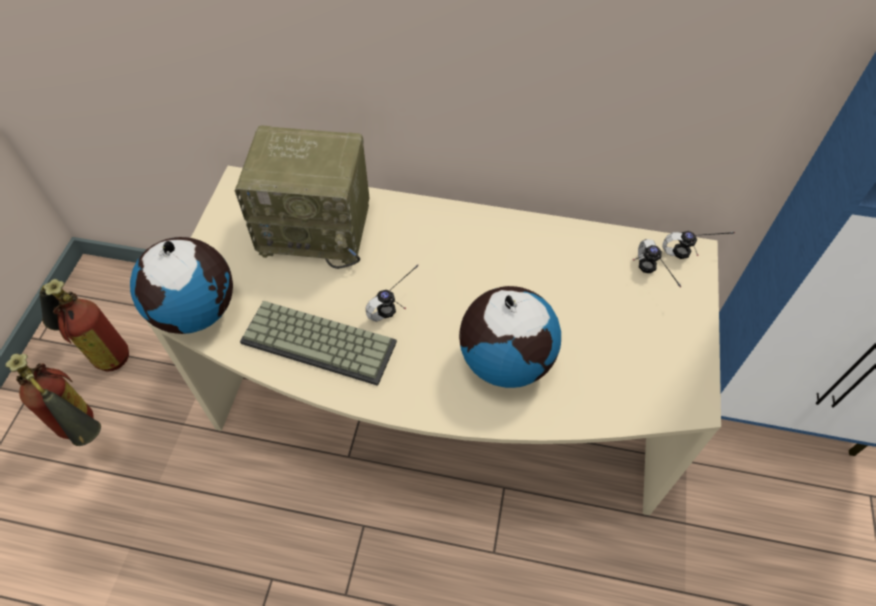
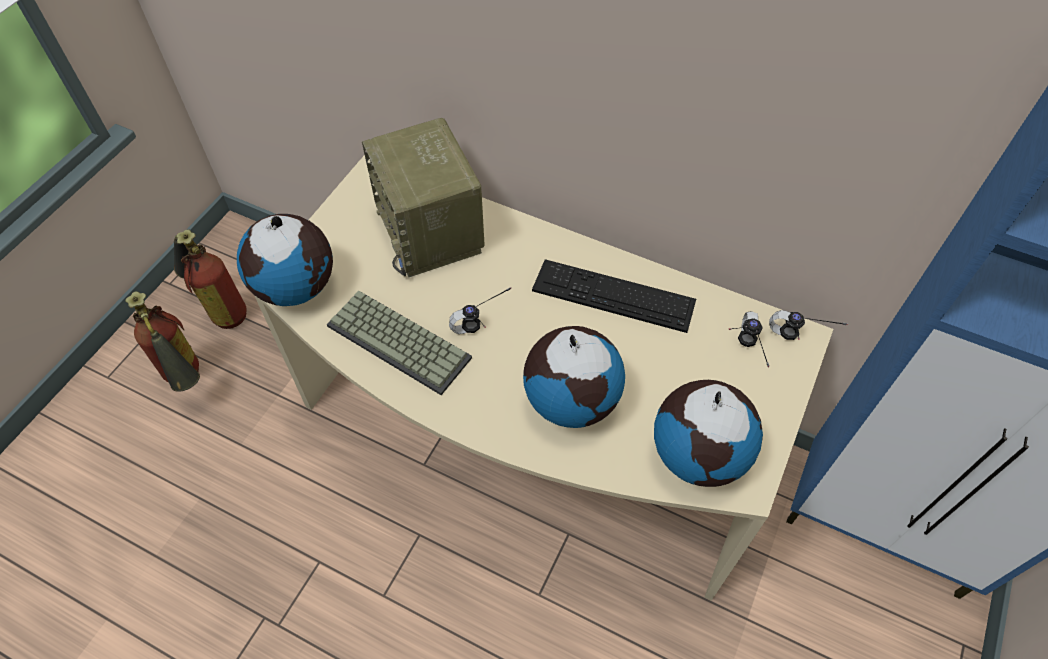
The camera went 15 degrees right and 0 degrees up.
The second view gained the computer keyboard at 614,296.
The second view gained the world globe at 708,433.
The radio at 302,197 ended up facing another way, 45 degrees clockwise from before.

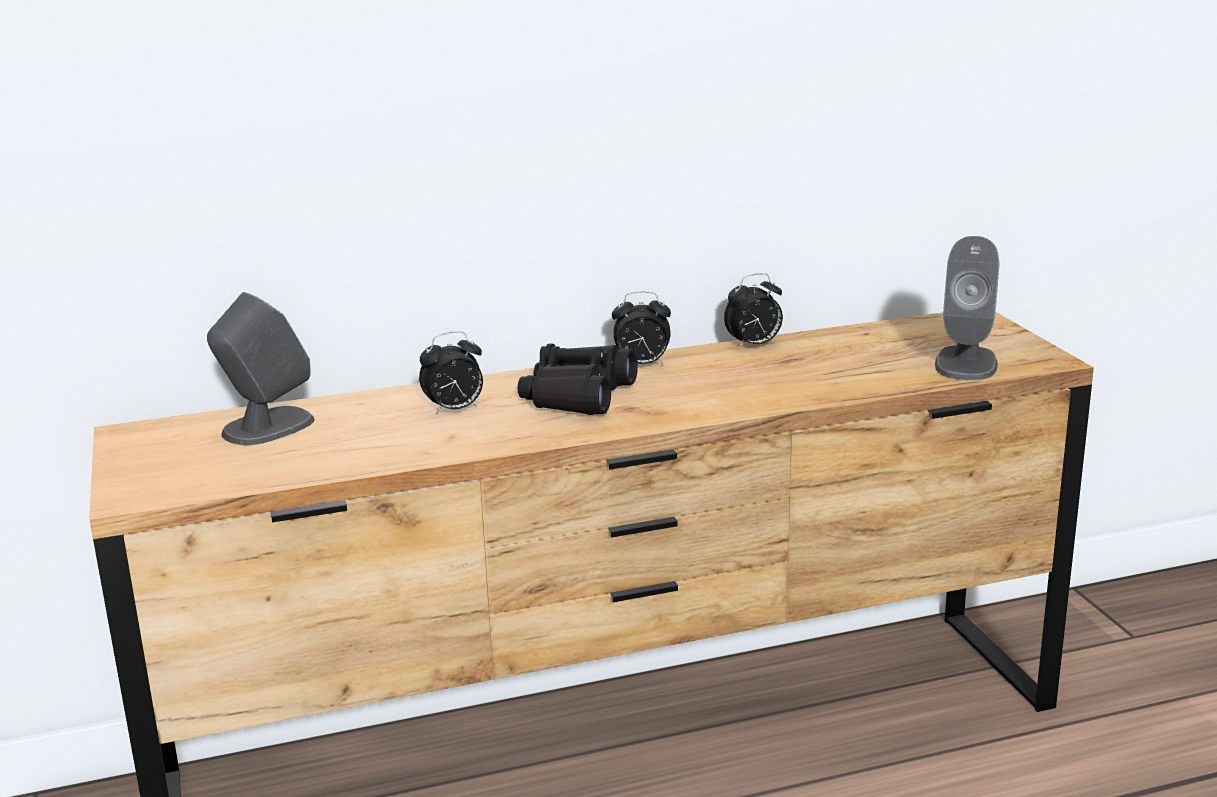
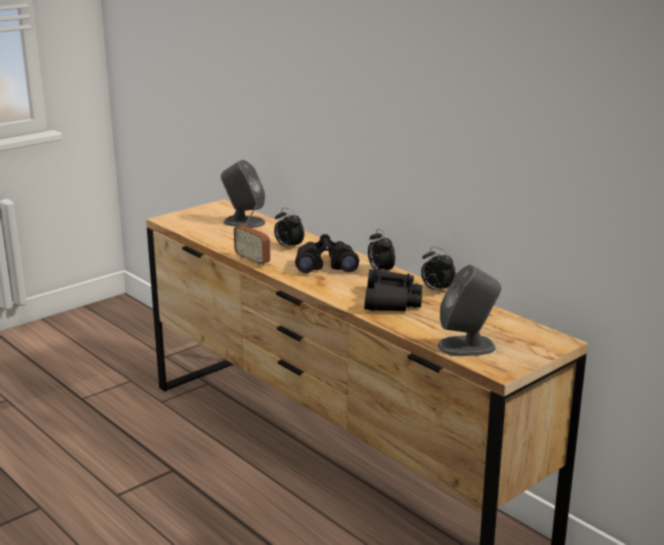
The camera went 65 degrees right and 0 degrees up.
The second view gained the radio at 252,236.
The second view gained the black binoculars at 393,290.

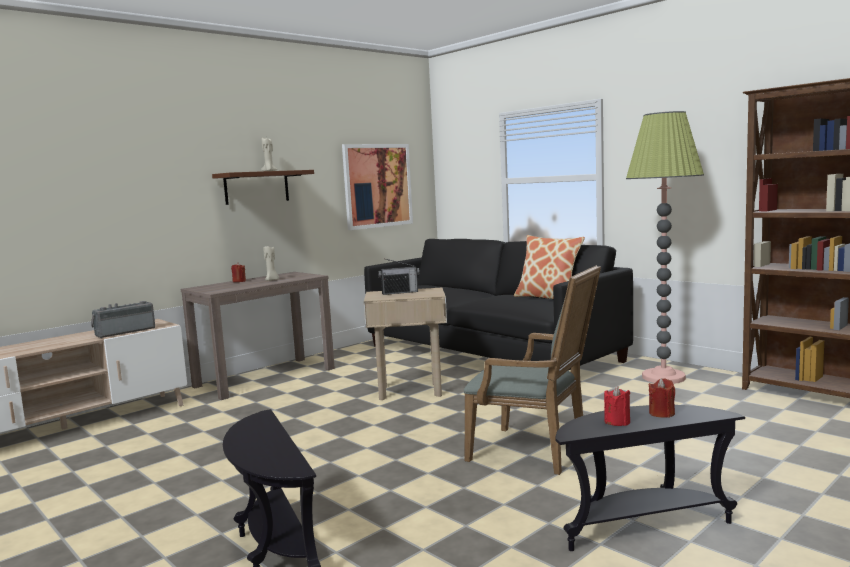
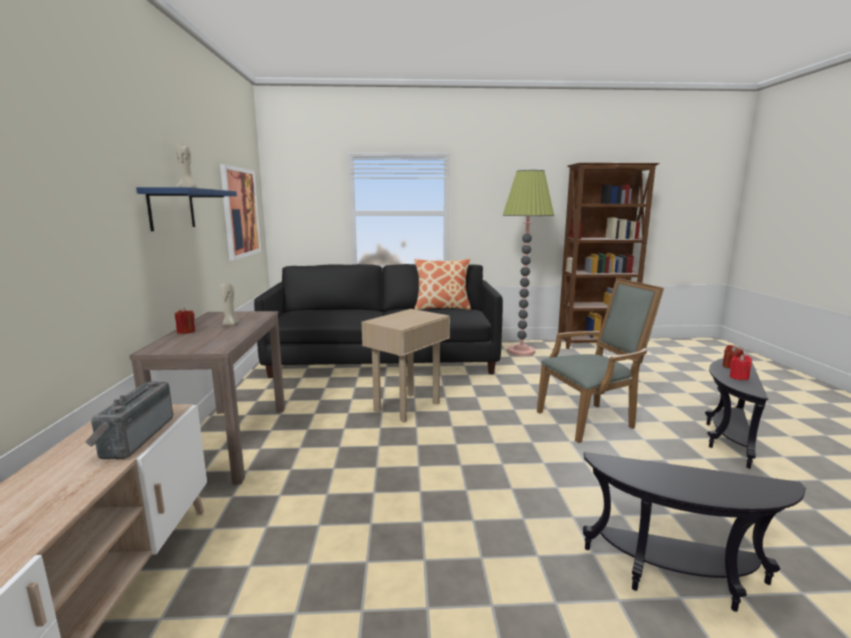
The camera went 50 degrees left and 5 degrees up.
The second view lost the radio at 399,277.
What was the brownish bracket shelf at 263,187 turned into the bluish bracket shelf at 186,209.

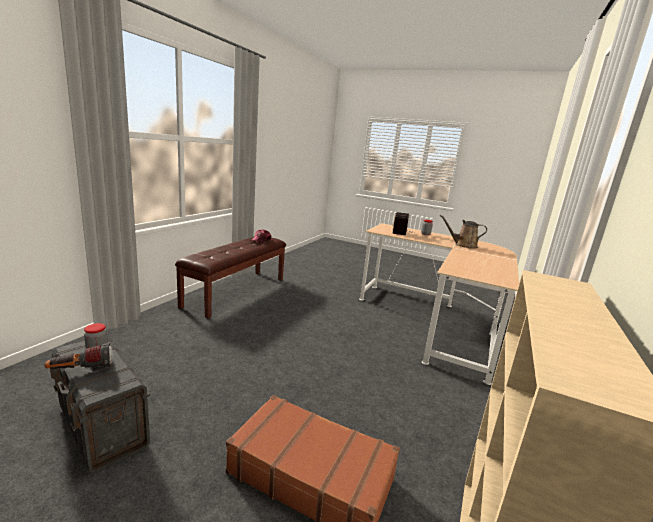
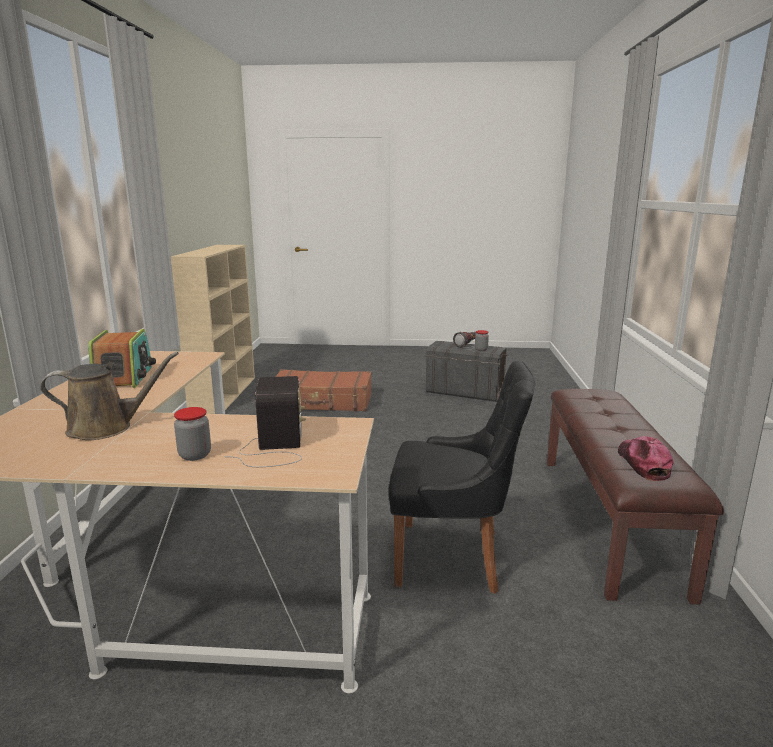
The camera went 160 degrees right and 0 degrees up.
The second view gained the radio at 122,358.
The second view gained the black plain chair at 462,477.

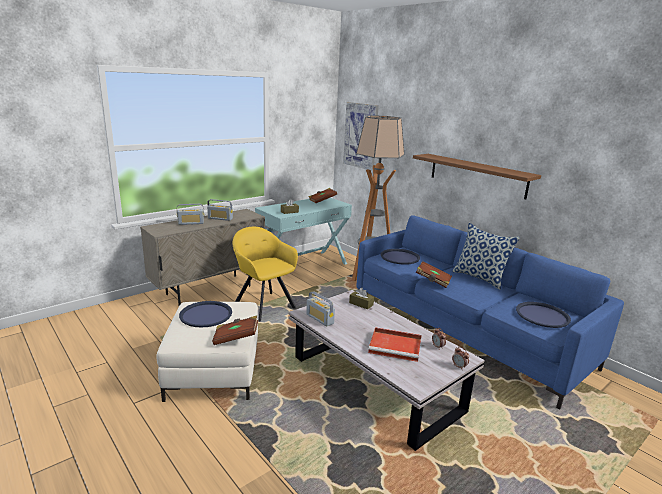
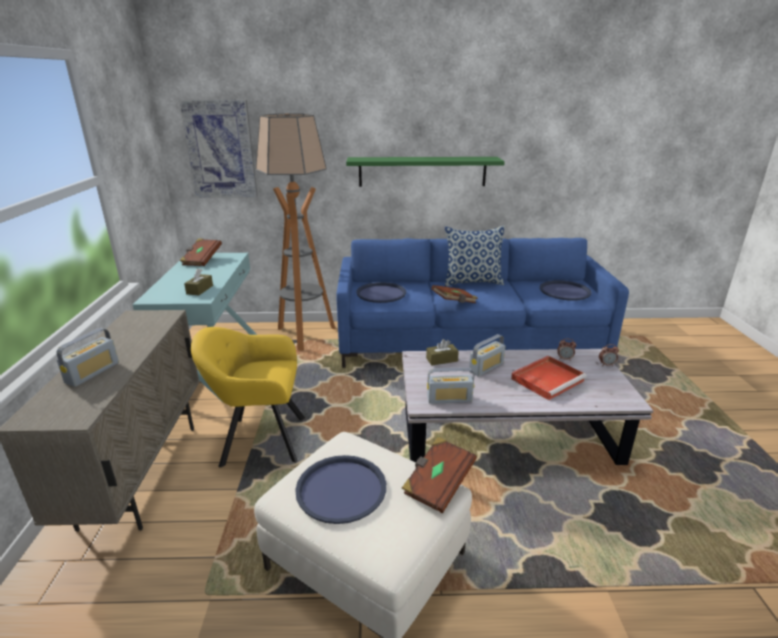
The camera went 50 degrees left and 5 degrees up.
The radio ended up elsewhere, having gone from 220,210 to 487,355.
What was the brownish bracket shelf at 477,176 turned into the green-coloured bracket shelf at 425,172.

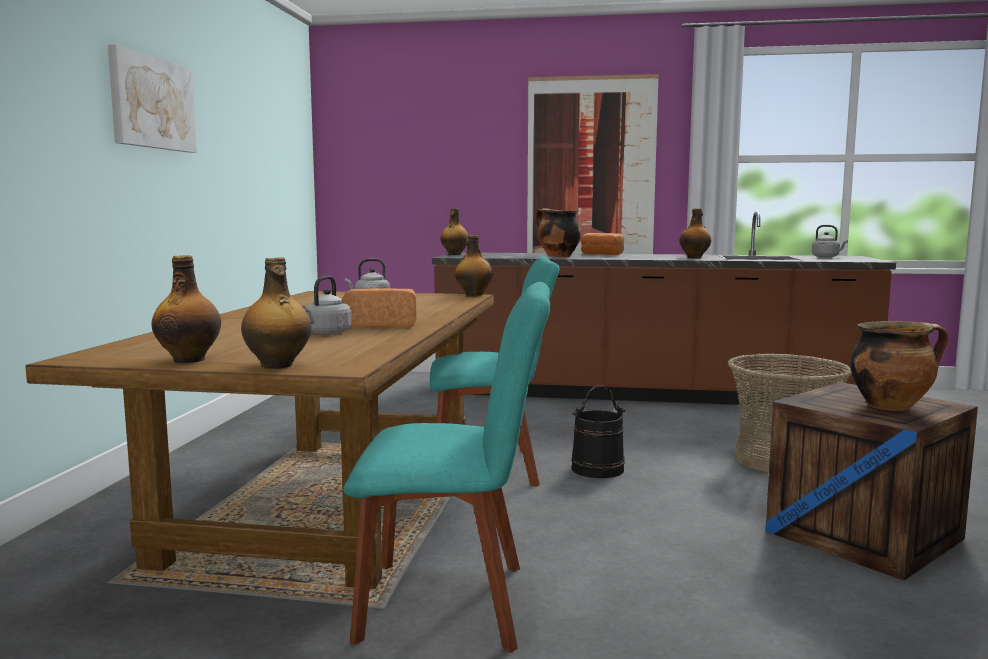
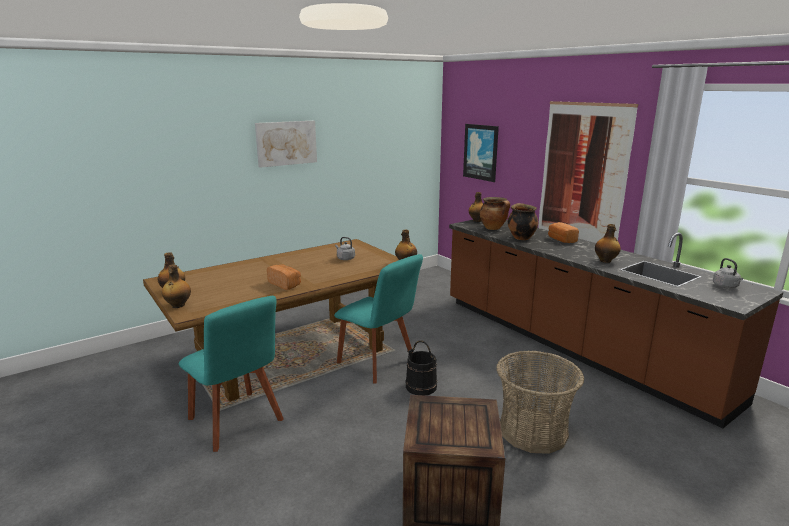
The camera went 45 degrees right and 10 degrees up.
The second view lost the gray kettle at 327,305.
The second view gained the wall art at 481,153.
The cooking pot ended up elsewhere, having gone from 899,366 to 495,213.

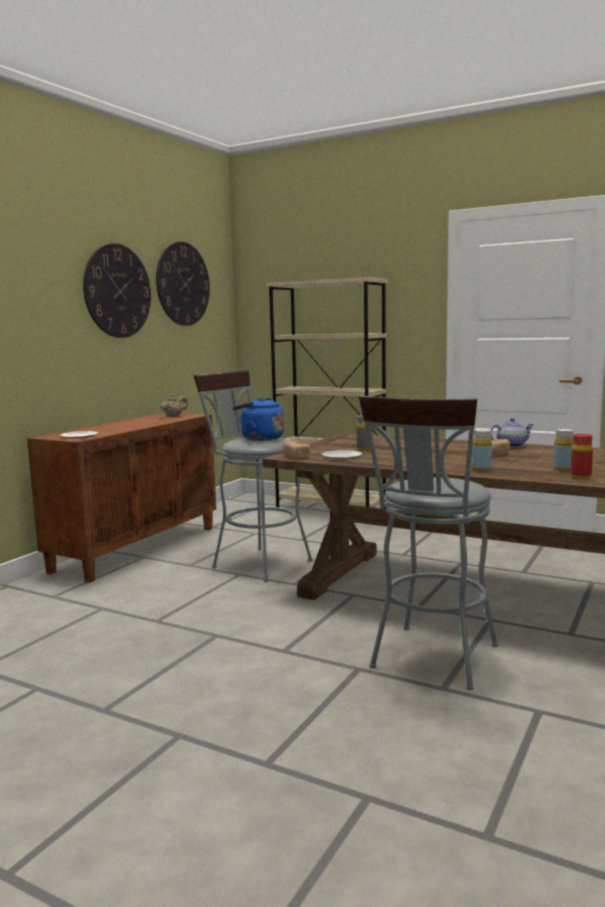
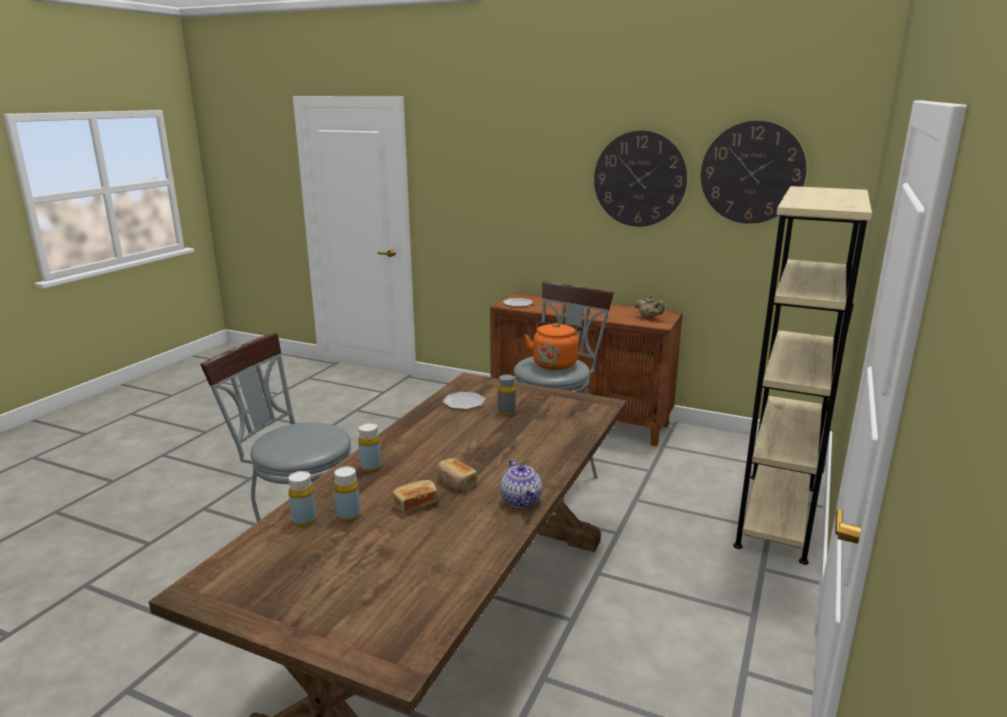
The camera went 85 degrees right and 10 degrees up.
The baked bread ended up elsewhere, having gone from 297,450 to 415,496.
What was the bluish kettle at 258,419 turned into the orange kettle at 553,346.
What was the reddish drink bottle at 582,456 turned into the yellow drink bottle at 302,499.

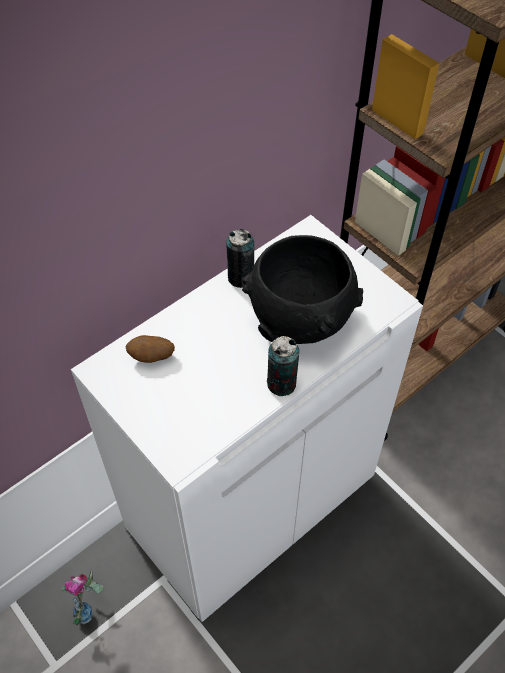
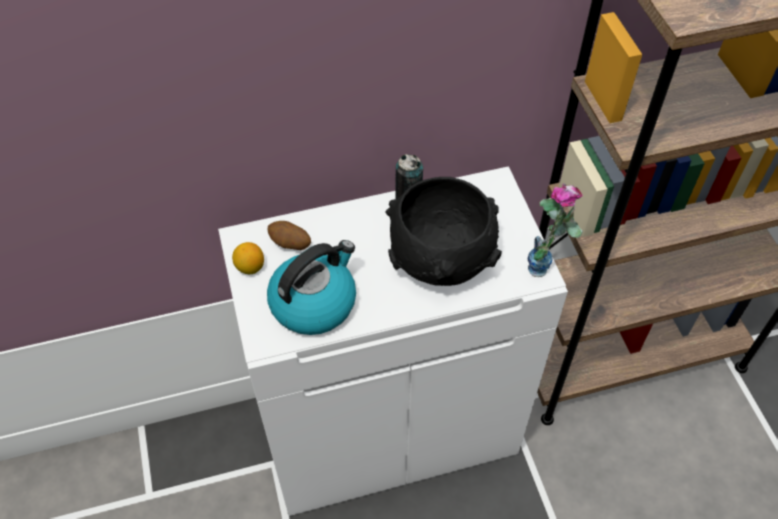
The camera went 25 degrees right and 0 degrees up.
The second view lost the metal can at 283,366.
The second view gained the lemon at 248,258.
The second view gained the kettle at 311,287.
The decorative vase ended up elsewhere, having gone from 82,596 to 555,230.

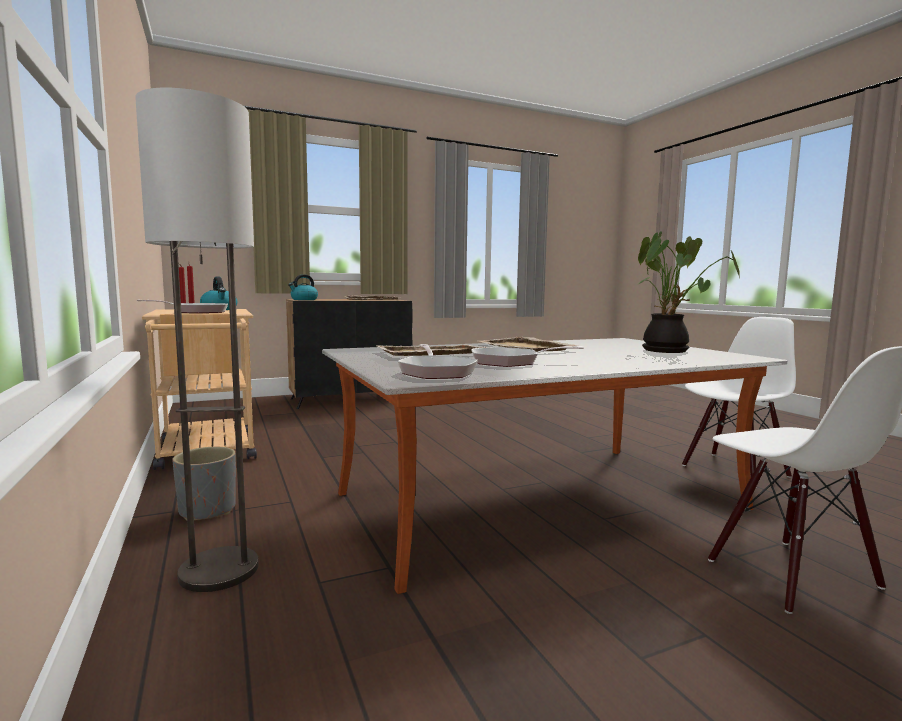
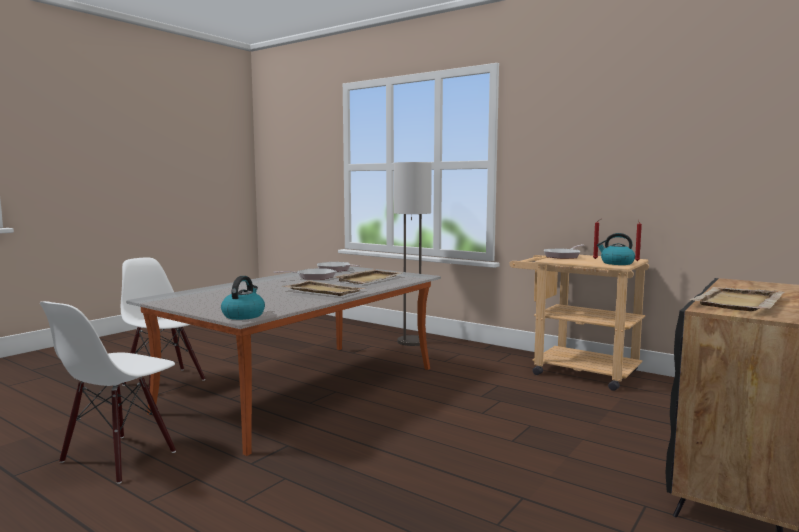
The camera went 150 degrees right and 0 degrees up.
The second view lost the gray flower pot at 204,484.
The second view lost the houseplant at 689,292.
The kettle ended up elsewhere, having gone from 303,287 to 243,298.

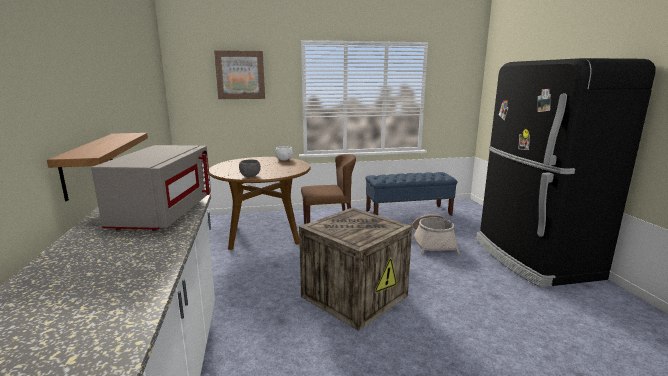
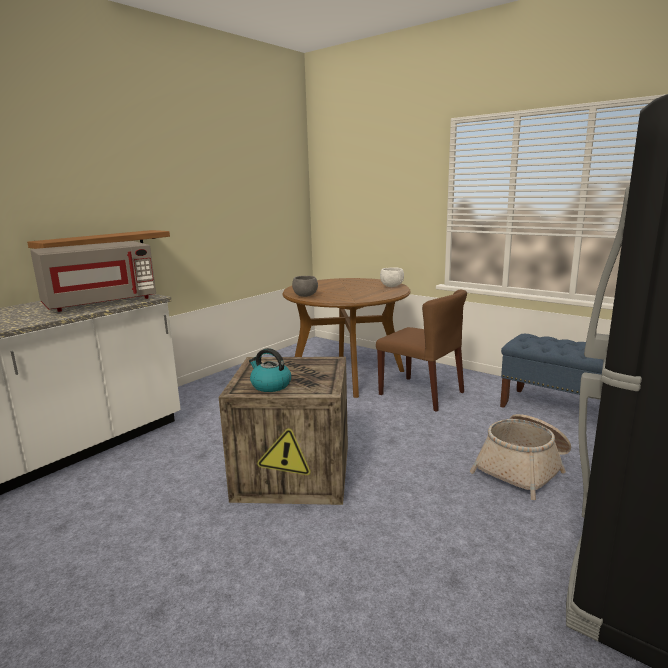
The camera went 50 degrees right and 0 degrees up.
The second view lost the wall art at 239,74.
The second view gained the kettle at 270,370.

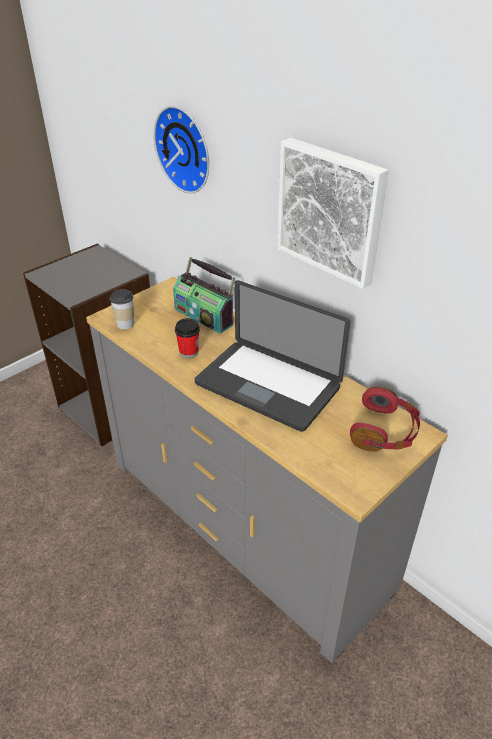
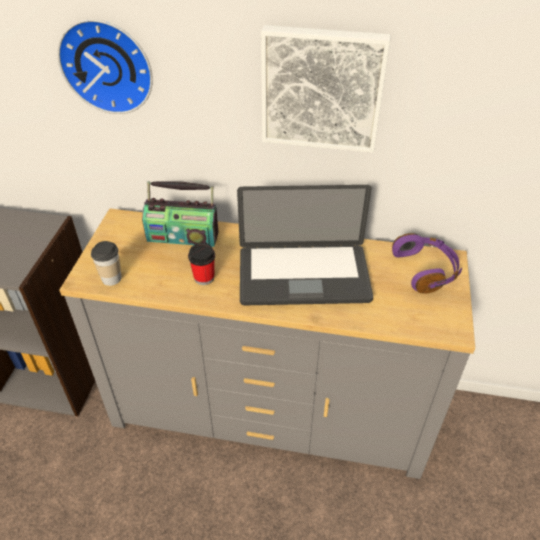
The camera went 35 degrees left and 5 degrees up.
What was the reddish headphones at 385,419 turned into the purplish headphones at 427,263.

